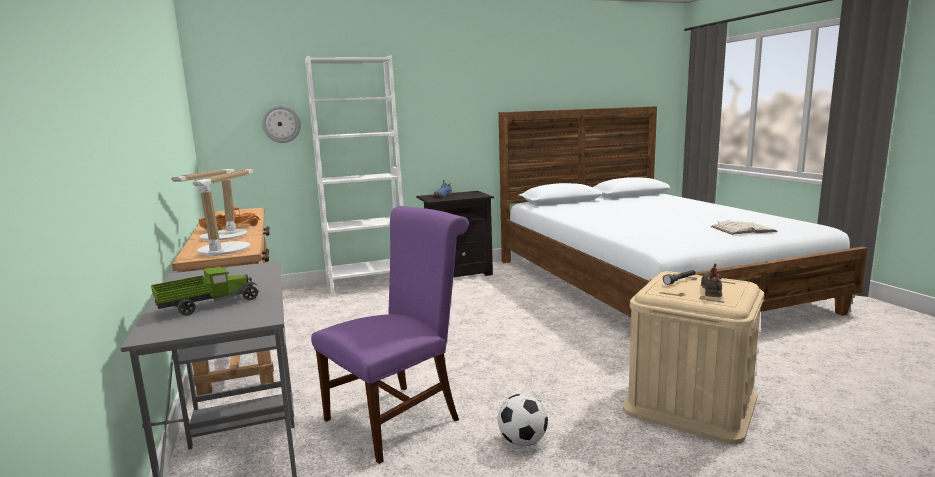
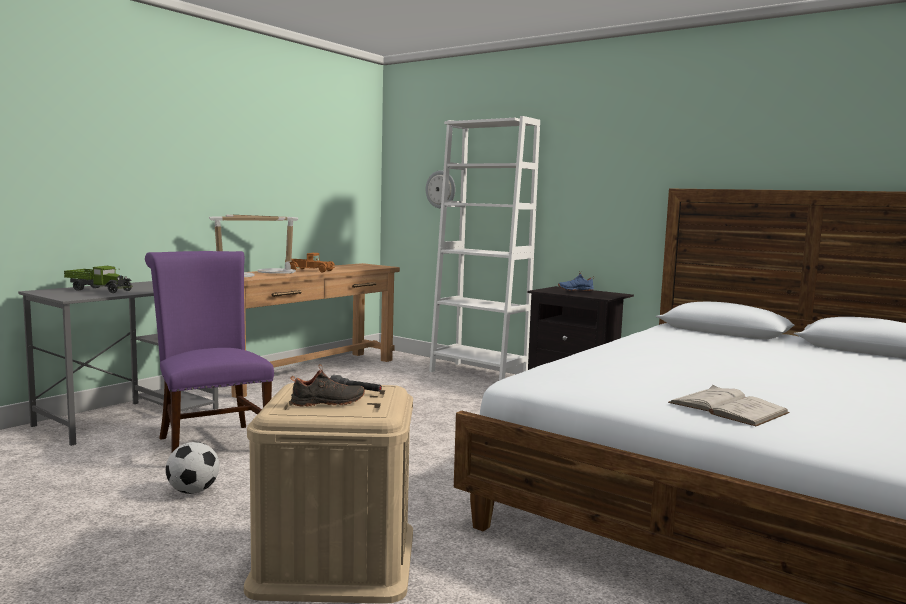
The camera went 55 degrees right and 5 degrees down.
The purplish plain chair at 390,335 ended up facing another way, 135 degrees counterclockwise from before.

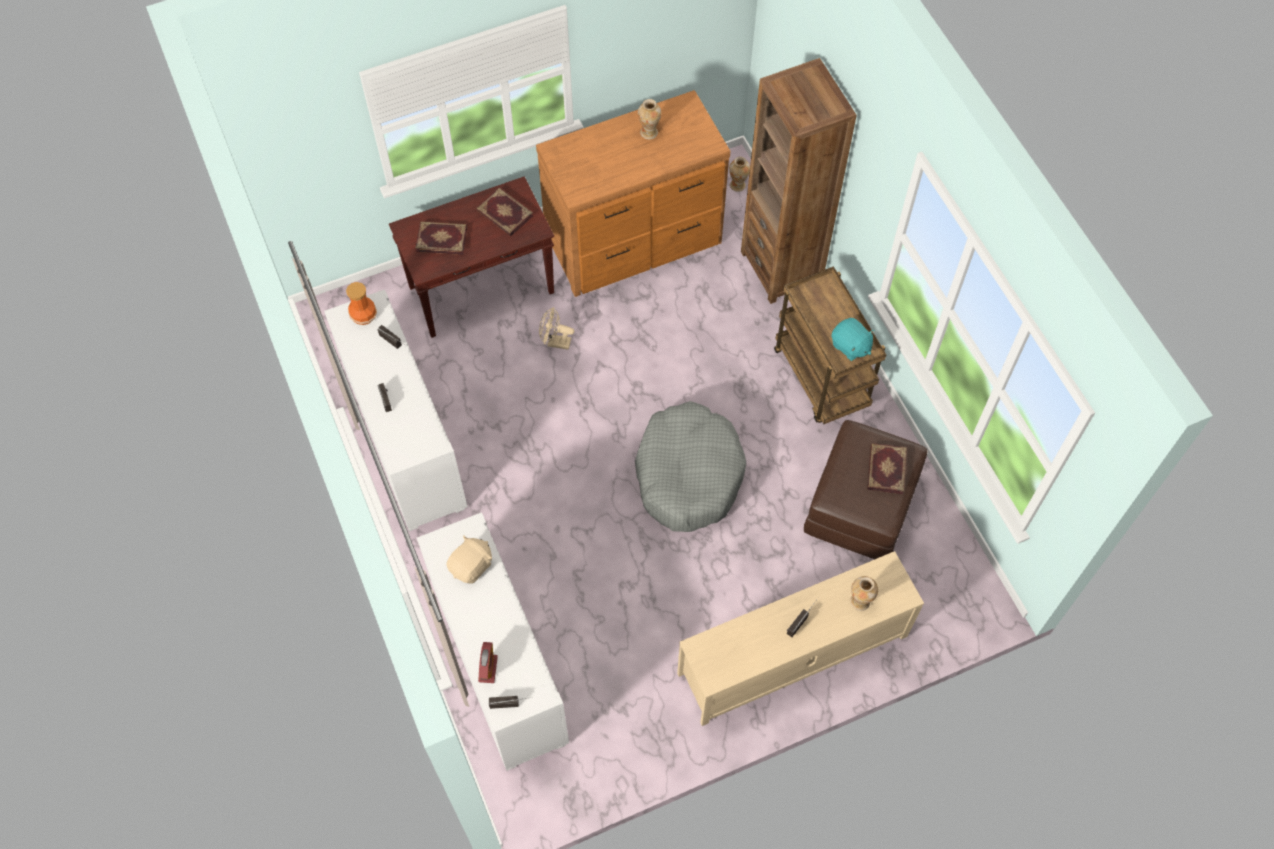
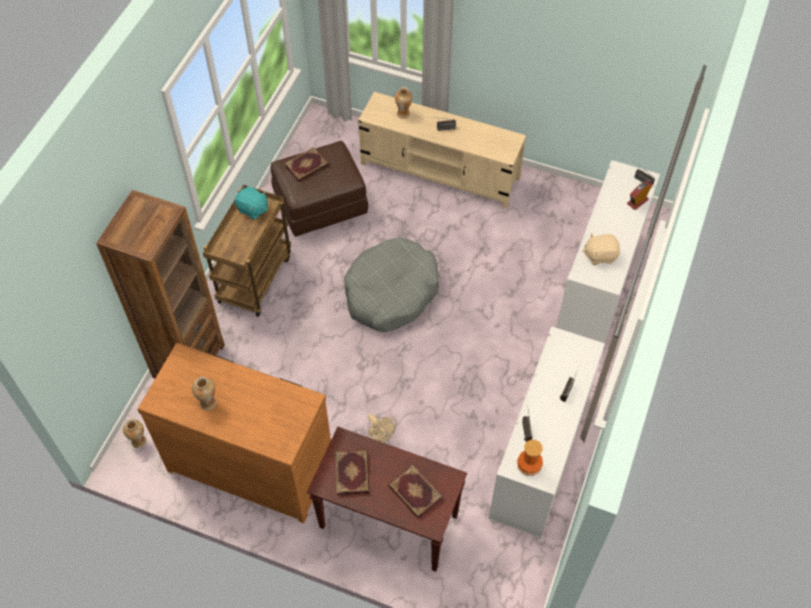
The camera went 135 degrees left and 5 degrees down.
The blue-green plush toy at 853,339 ended up facing another way, 120 degrees clockwise from before.

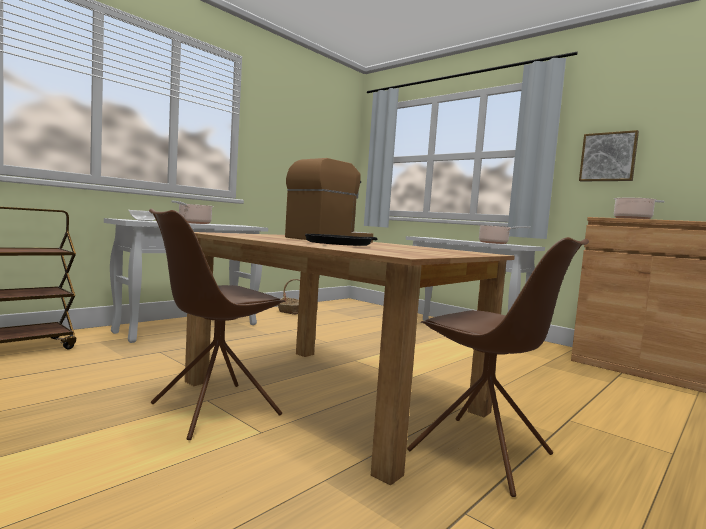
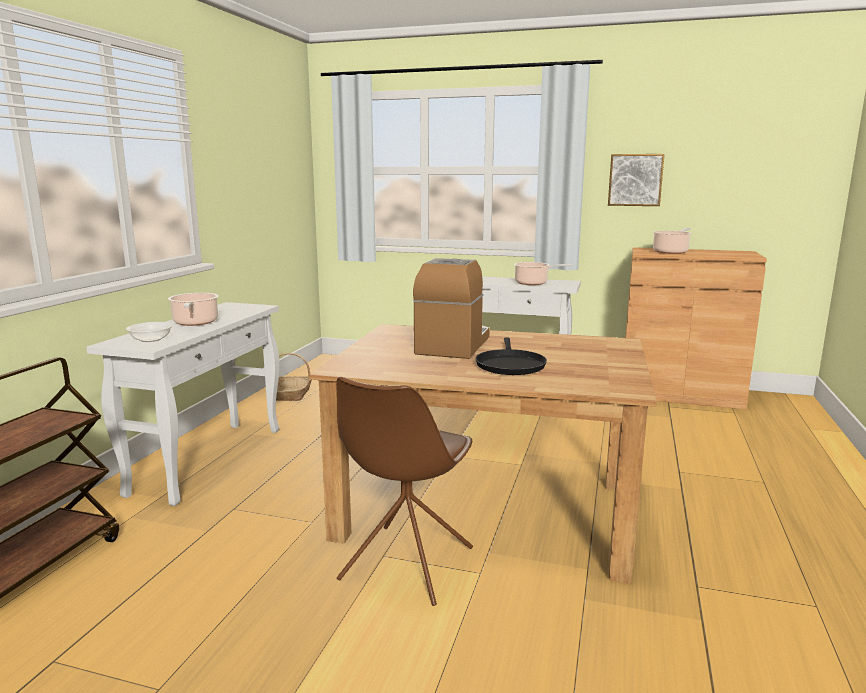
The camera went 25 degrees left and 10 degrees up.
The second view lost the brownish plain chair at 498,367.

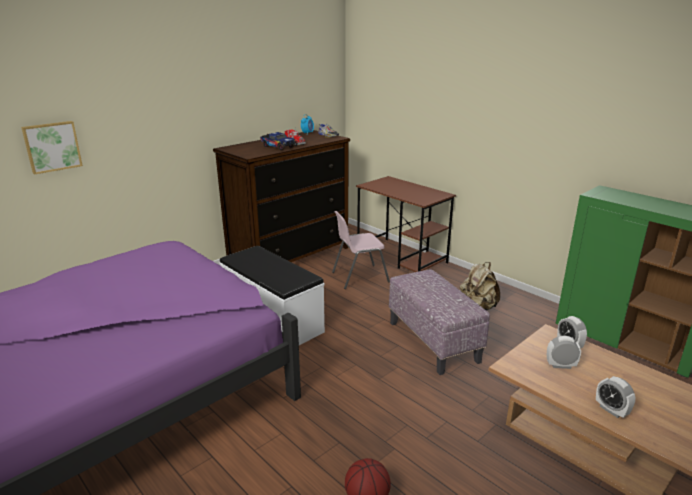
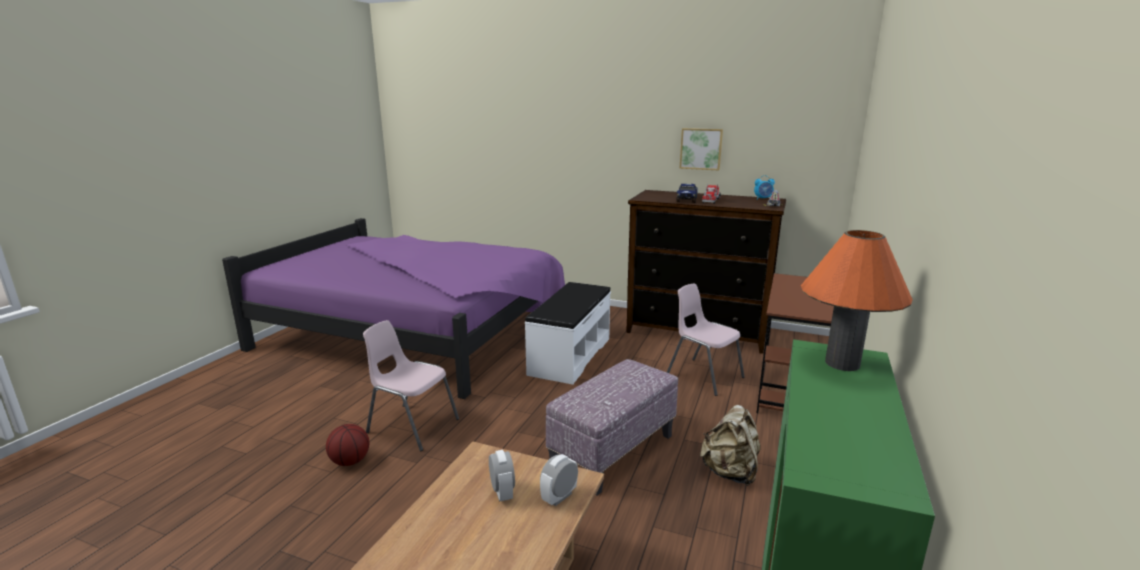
The camera went 65 degrees right and 5 degrees down.
The second view lost the table clock at 615,397.
The second view gained the pink plain chair at 411,385.
The second view gained the orange table lamp at 857,300.
The wall art ended up elsewhere, having gone from 52,147 to 701,149.

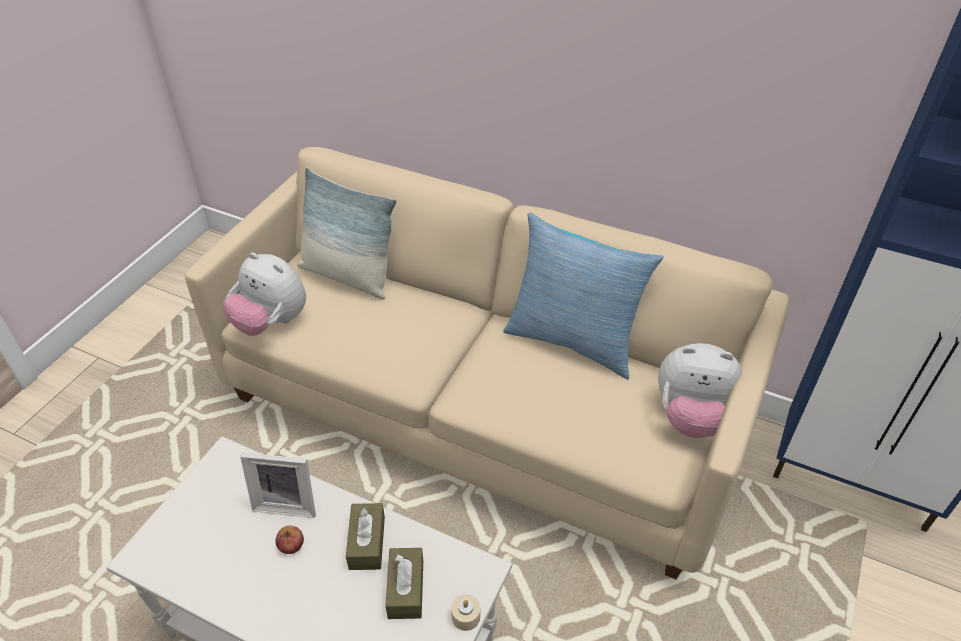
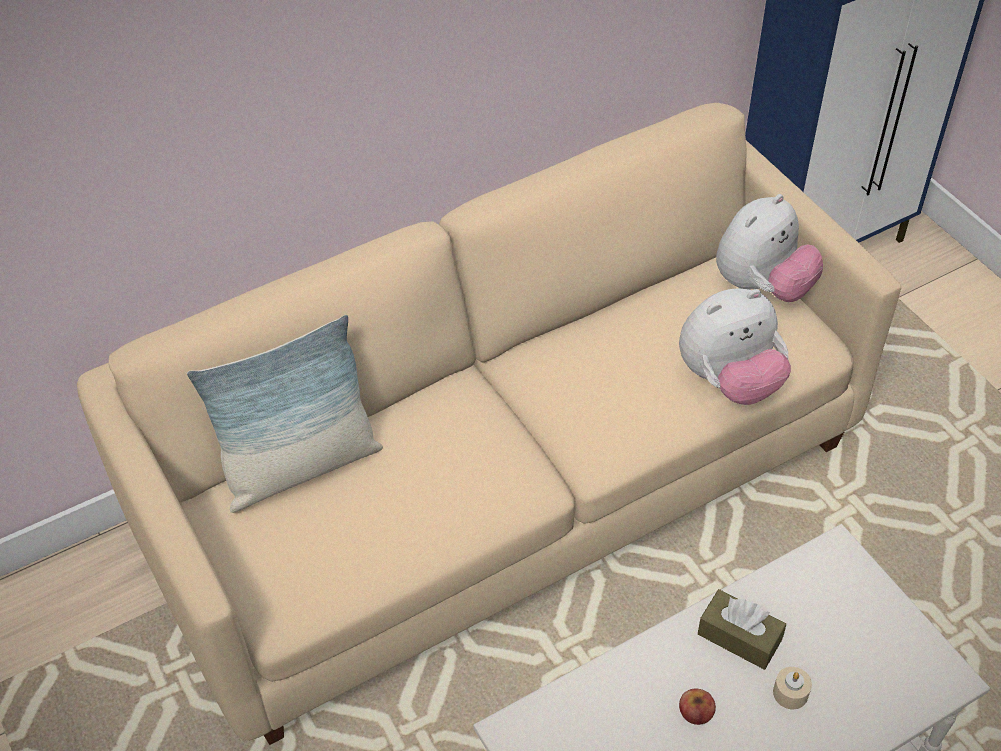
The camera went 55 degrees left and 5 degrees up.
The second view lost the photo frame at 278,485.
The second view lost the brownish box of tissues at 404,583.
The second view lost the cushion at 583,296.
The plush toy ended up elsewhere, having gone from 264,294 to 735,346.
The sand-coloured candle ended up elsewhere, having gone from 465,612 to 792,688.

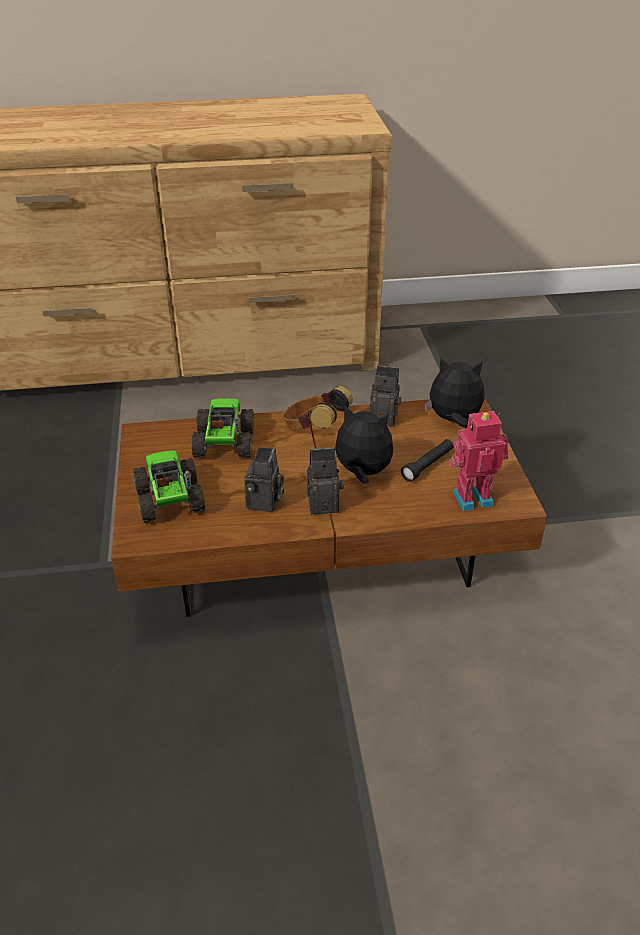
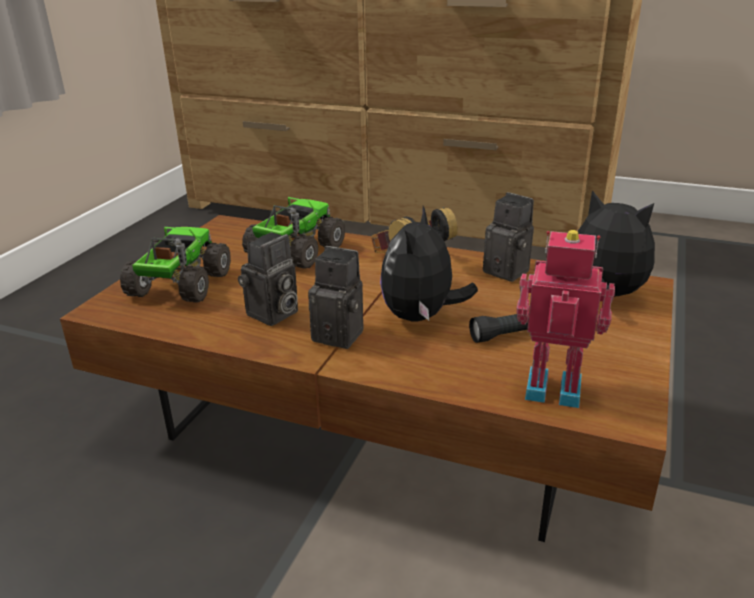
The camera went 30 degrees right and 10 degrees down.
The plush toy at 364,444 ended up facing another way, 120 degrees counterclockwise from before.

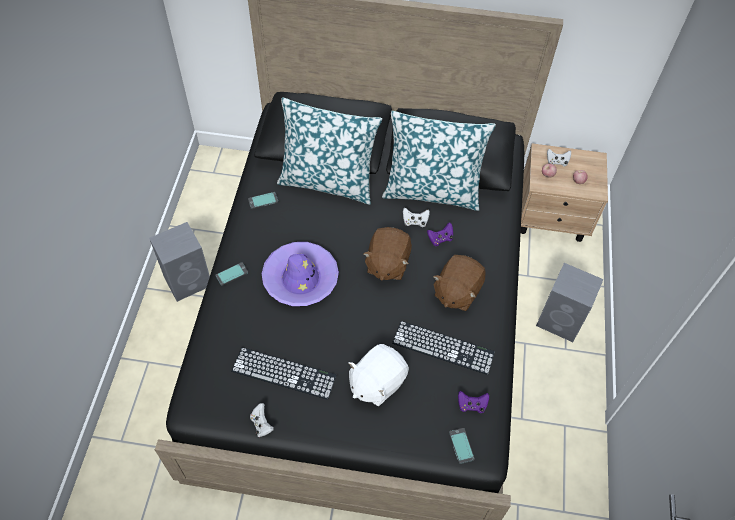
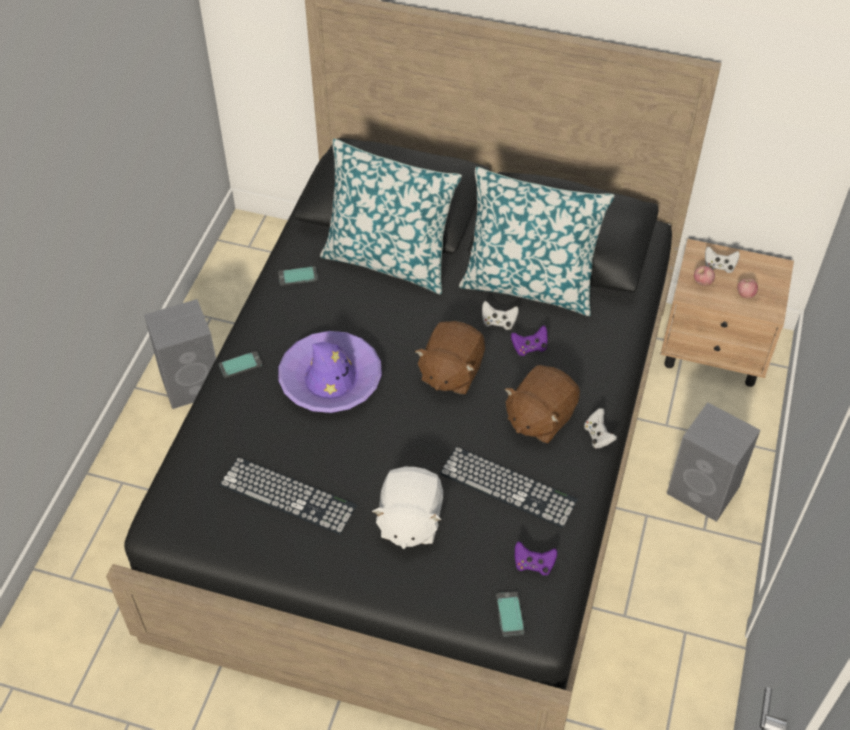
The camera went 10 degrees right and 5 degrees down.
The white game controller ended up elsewhere, having gone from 262,420 to 600,428.
The white plush toy at 378,375 ended up facing another way, 45 degrees counterclockwise from before.

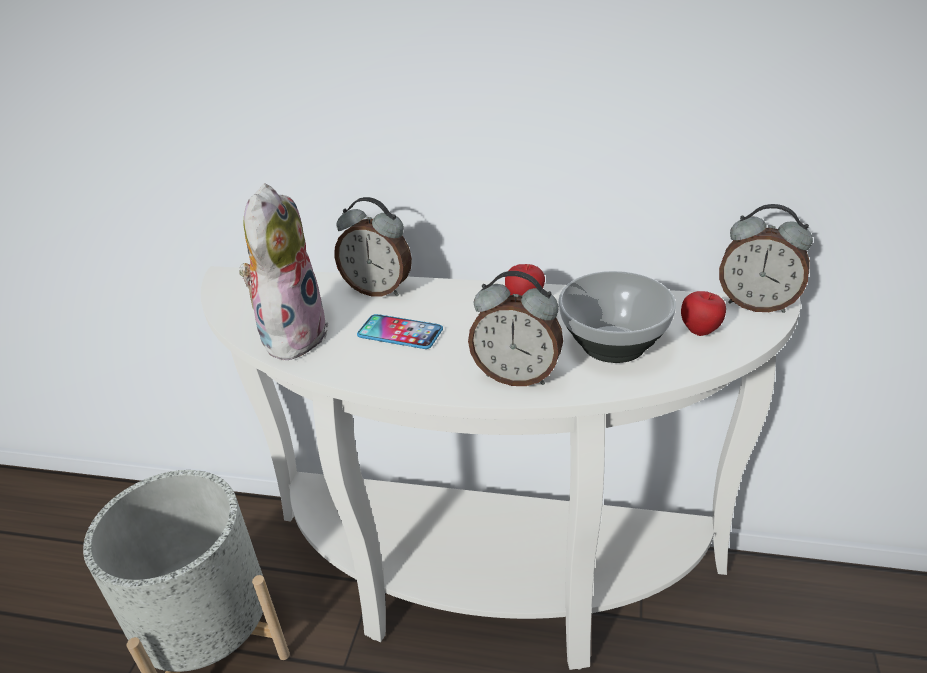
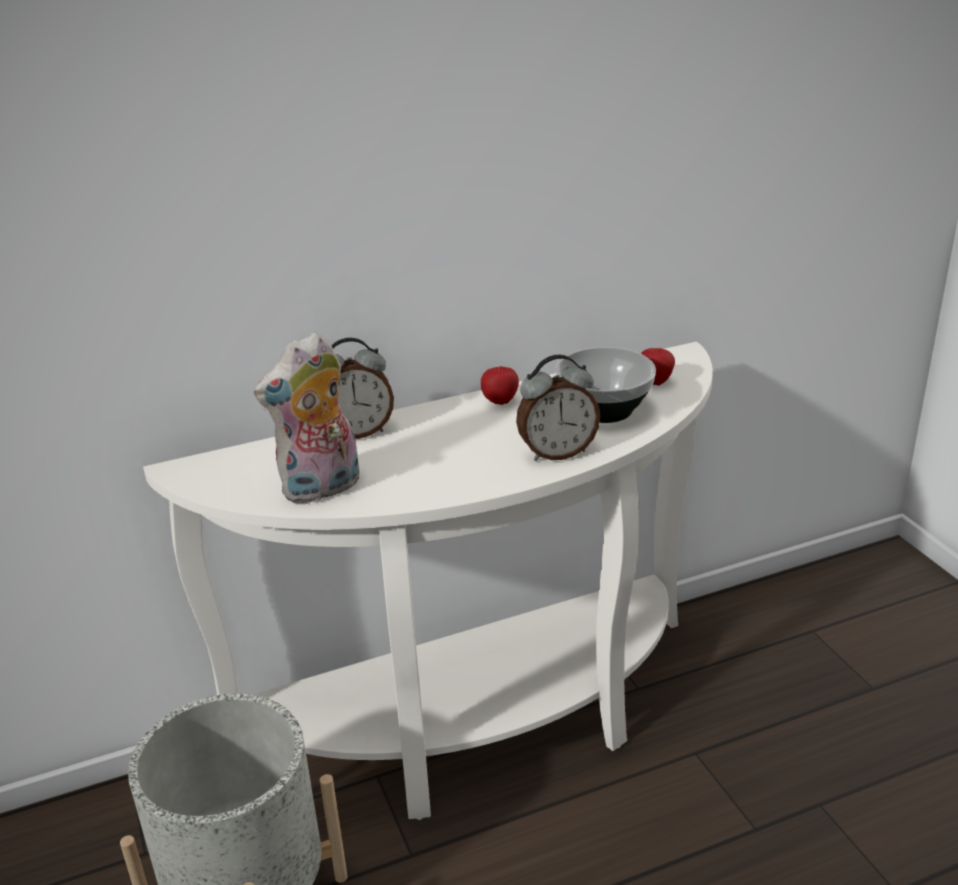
The camera went 35 degrees left and 5 degrees down.
The second view lost the handset at 400,331.
The second view lost the table clock at 766,258.
The plush toy at 284,271 ended up facing another way, 105 degrees counterclockwise from before.

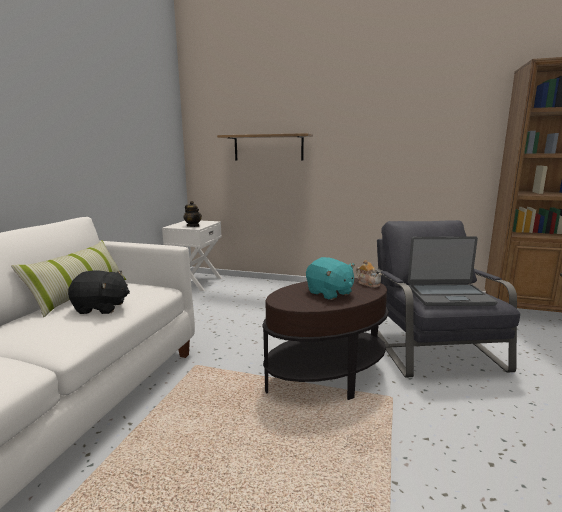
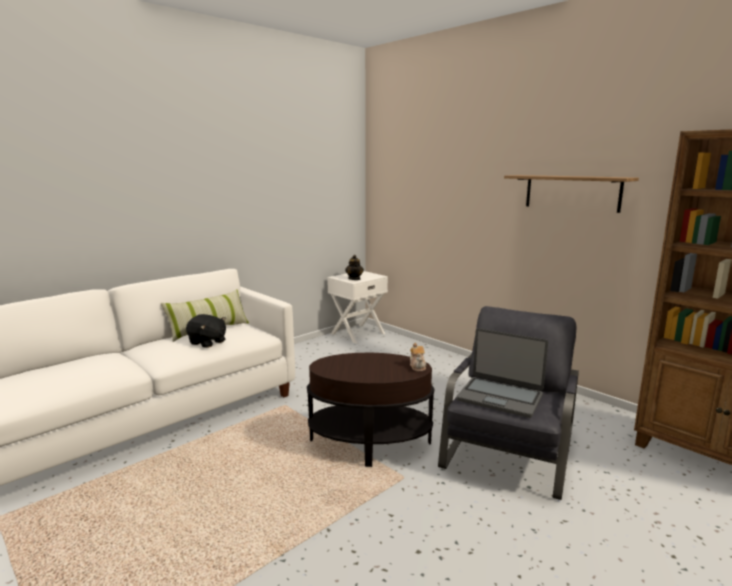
The camera went 30 degrees right and 0 degrees up.
The second view lost the blue-green plush toy at 330,278.
The bracket shelf ended up elsewhere, having gone from 265,147 to 571,194.

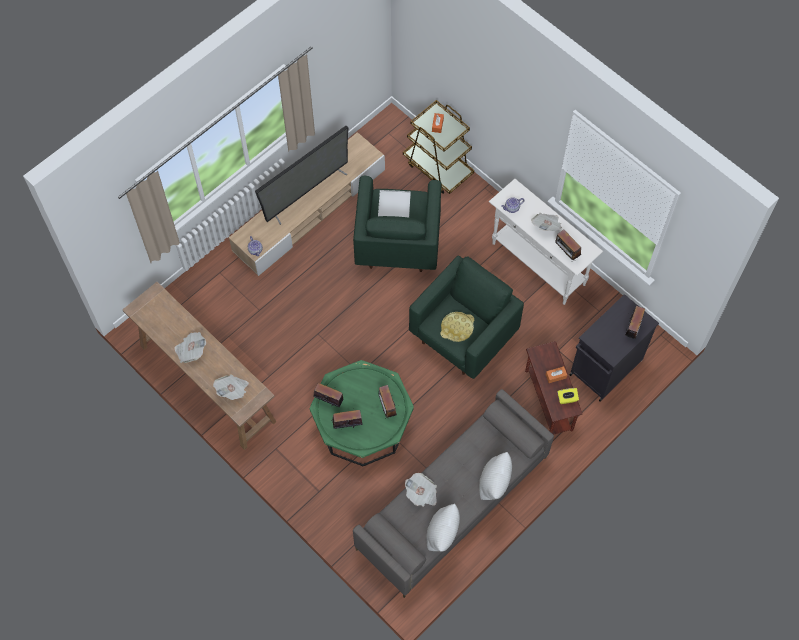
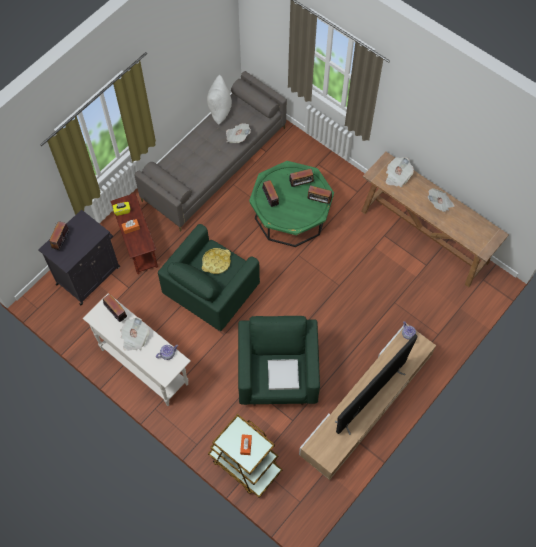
The camera went 175 degrees right and 0 degrees up.
The second view lost the white cushion at 495,476.

